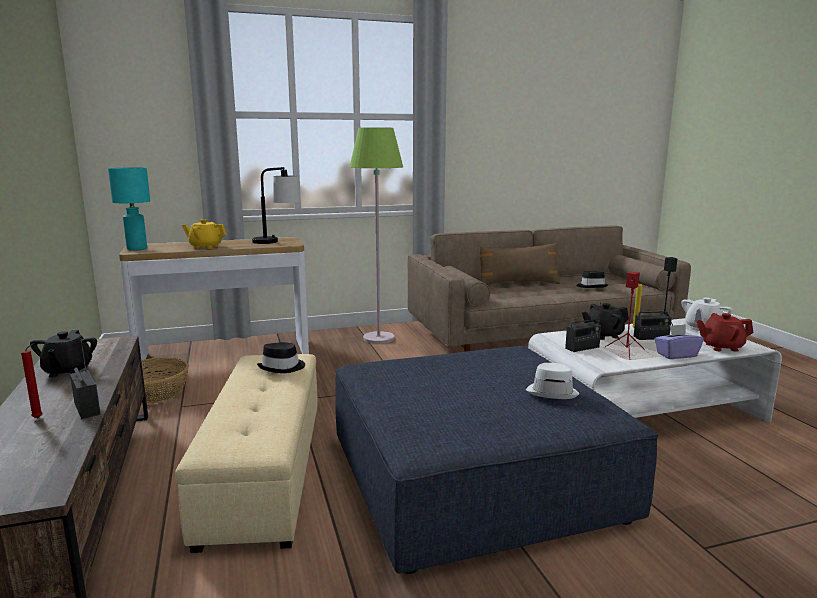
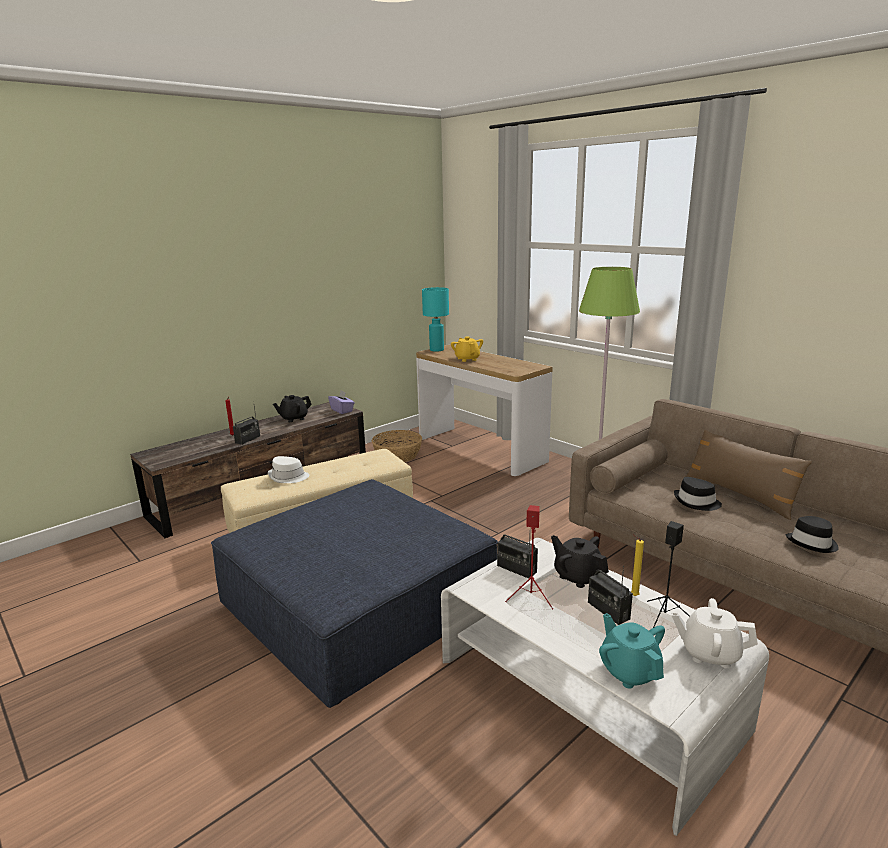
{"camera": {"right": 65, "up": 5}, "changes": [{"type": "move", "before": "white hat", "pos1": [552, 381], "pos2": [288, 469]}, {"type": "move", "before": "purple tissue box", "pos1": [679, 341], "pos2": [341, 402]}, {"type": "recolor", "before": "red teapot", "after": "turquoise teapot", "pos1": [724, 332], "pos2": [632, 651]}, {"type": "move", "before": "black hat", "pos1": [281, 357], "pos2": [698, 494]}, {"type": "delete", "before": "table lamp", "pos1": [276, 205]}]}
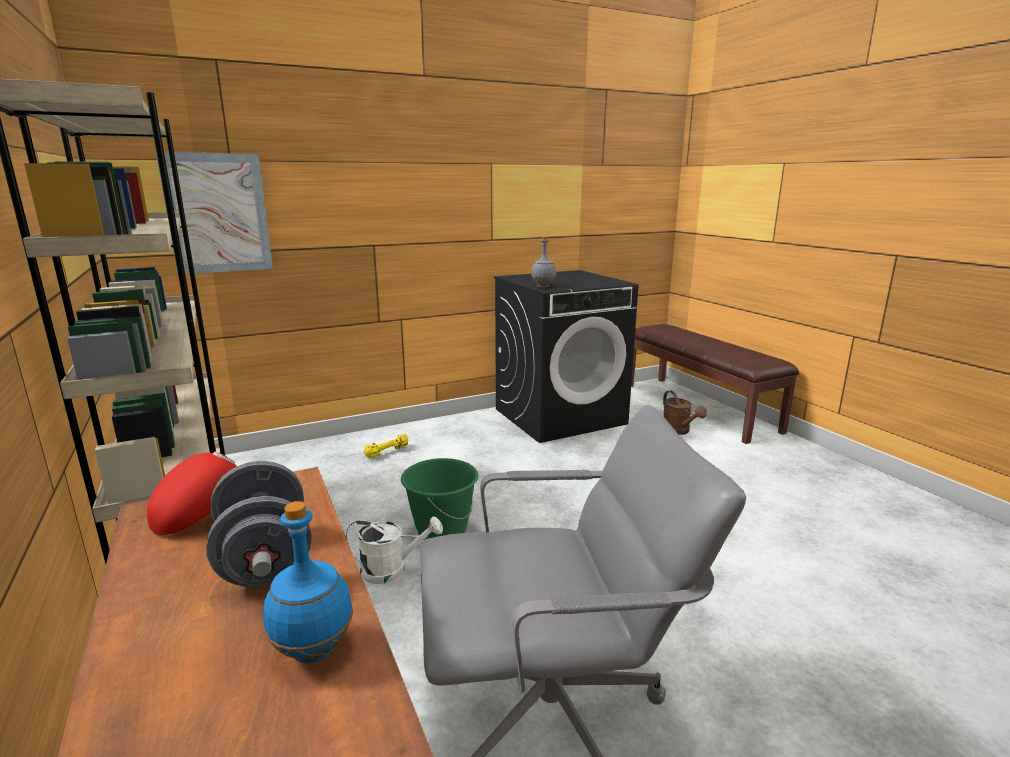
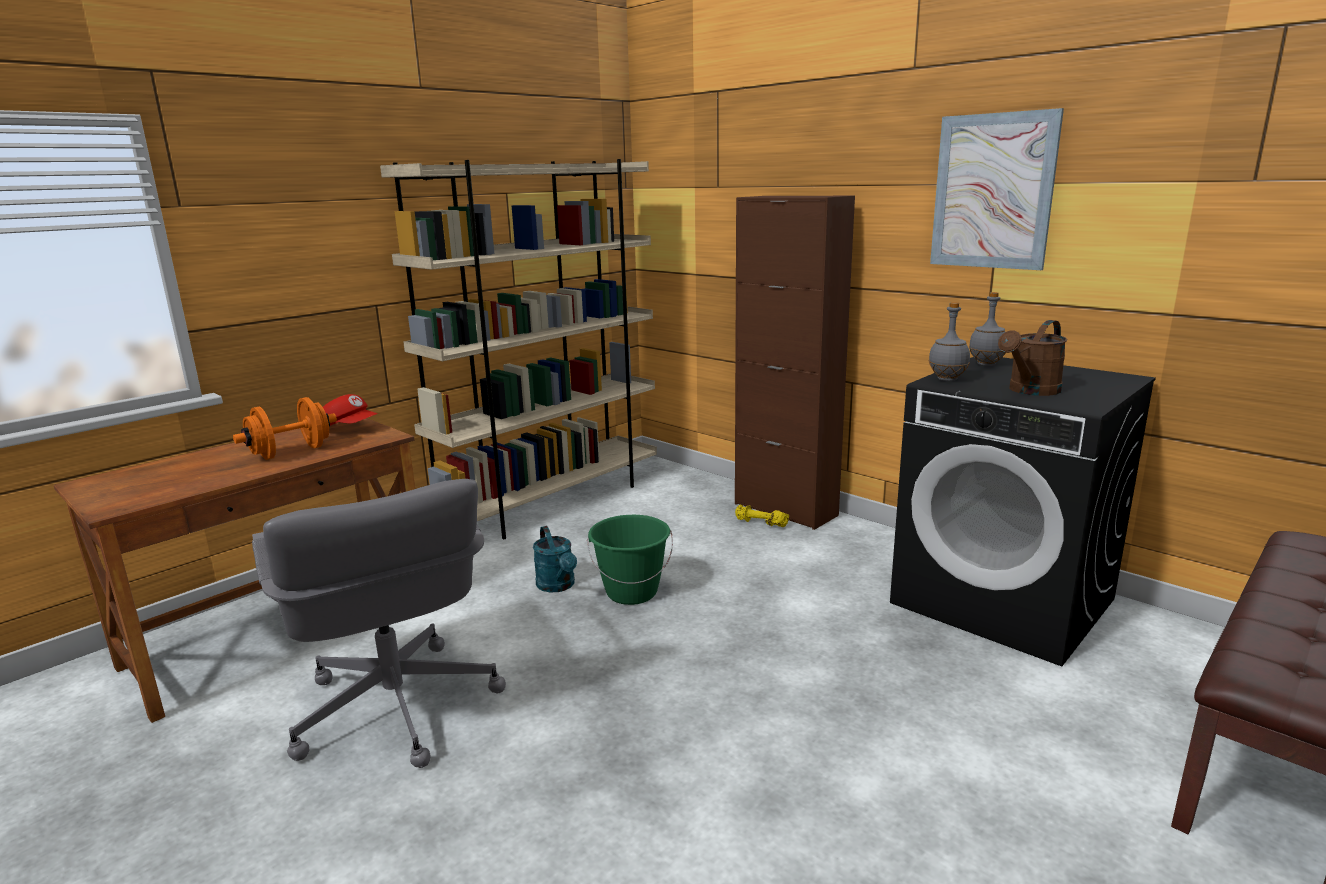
{"camera": {"right": 70, "up": 0}, "changes": [{"type": "recolor", "before": "grey dumbbell", "after": "orange dumbbell", "pos1": [259, 524], "pos2": [285, 428]}, {"type": "recolor", "before": "white watering can", "after": "turquoise watering can", "pos1": [394, 550], "pos2": [555, 559]}, {"type": "insert", "after": "brown cabinet", "pos2": [795, 362]}, {"type": "move", "before": "picture", "pos1": [214, 213], "pos2": [997, 189]}, {"type": "insert", "after": "grey bottle", "pos2": [987, 329]}, {"type": "move", "before": "brown watering can", "pos1": [685, 413], "pos2": [1032, 358]}, {"type": "delete", "before": "blue bottle", "pos1": [308, 582]}]}
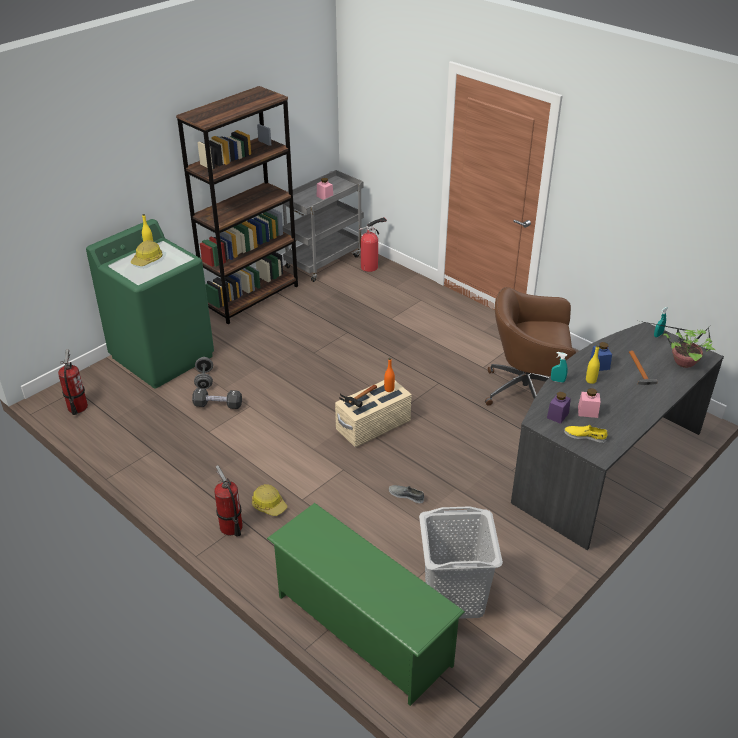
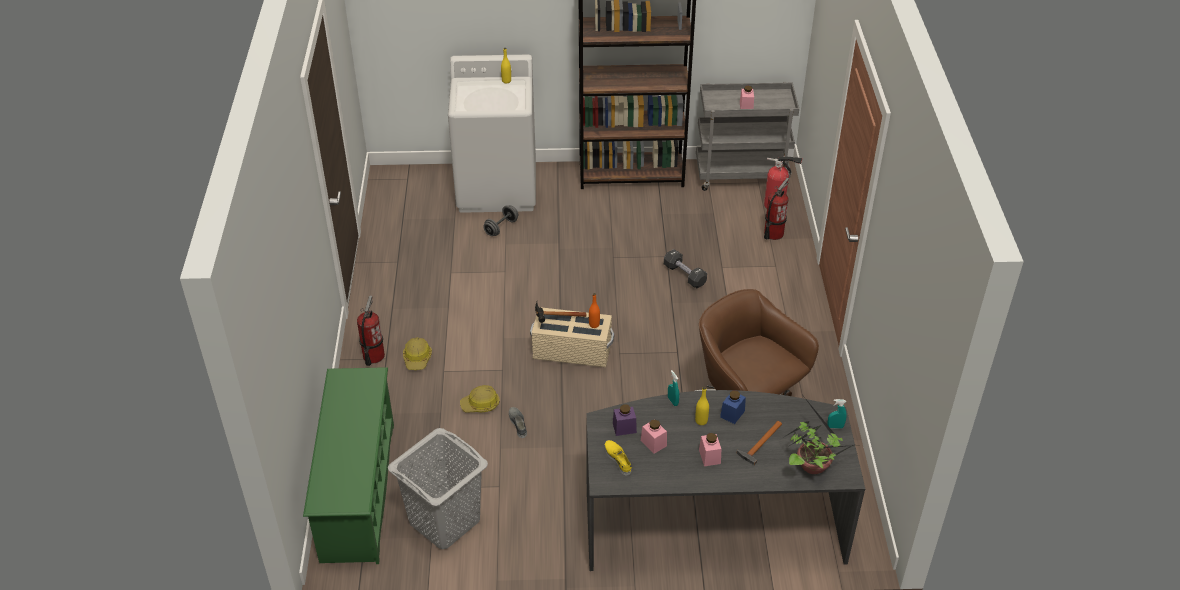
{"camera": {"right": 45, "up": 5}, "changes": [{"type": "recolor", "before": "green washing machine", "after": "white washing machine", "pos1": [150, 303], "pos2": [492, 134]}, {"type": "move", "before": "hard hat", "pos1": [146, 253], "pos2": [480, 399]}, {"type": "move", "before": "black dumbbell", "pos1": [217, 398], "pos2": [685, 268]}, {"type": "insert", "after": "pink jar", "pos2": [710, 449]}, {"type": "move", "before": "fire extinguisher", "pos1": [73, 382], "pos2": [776, 209]}]}
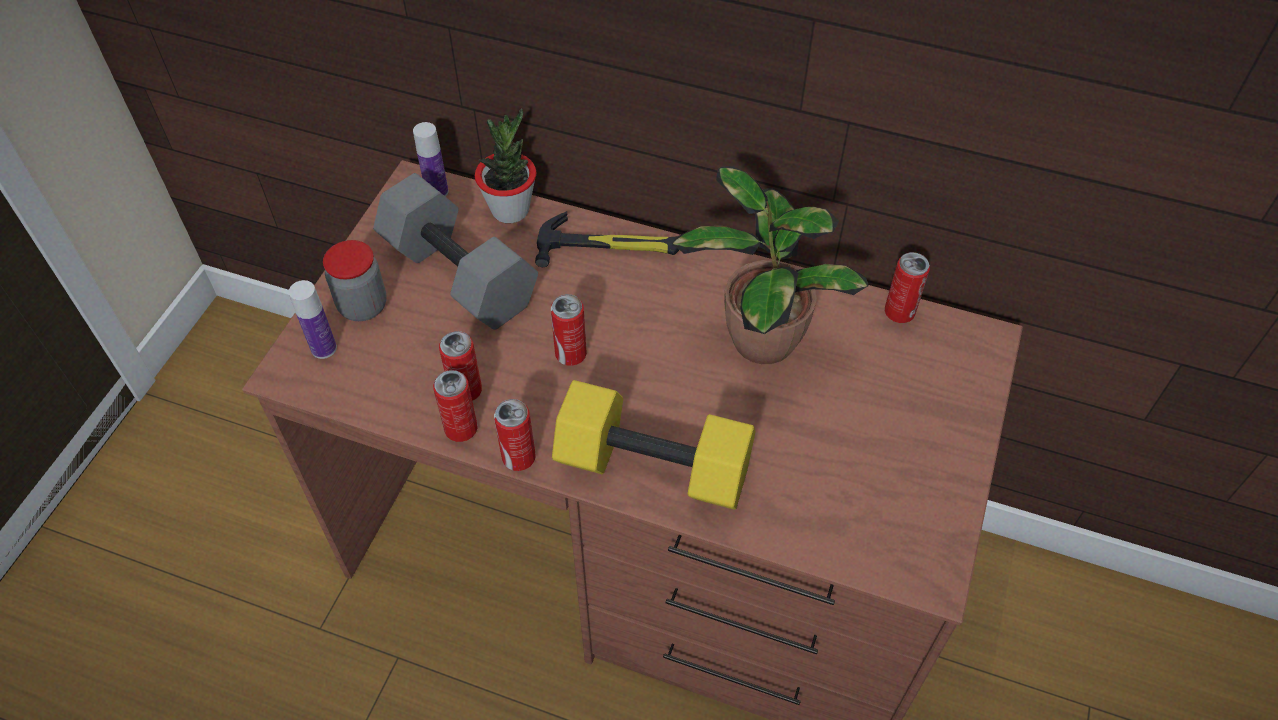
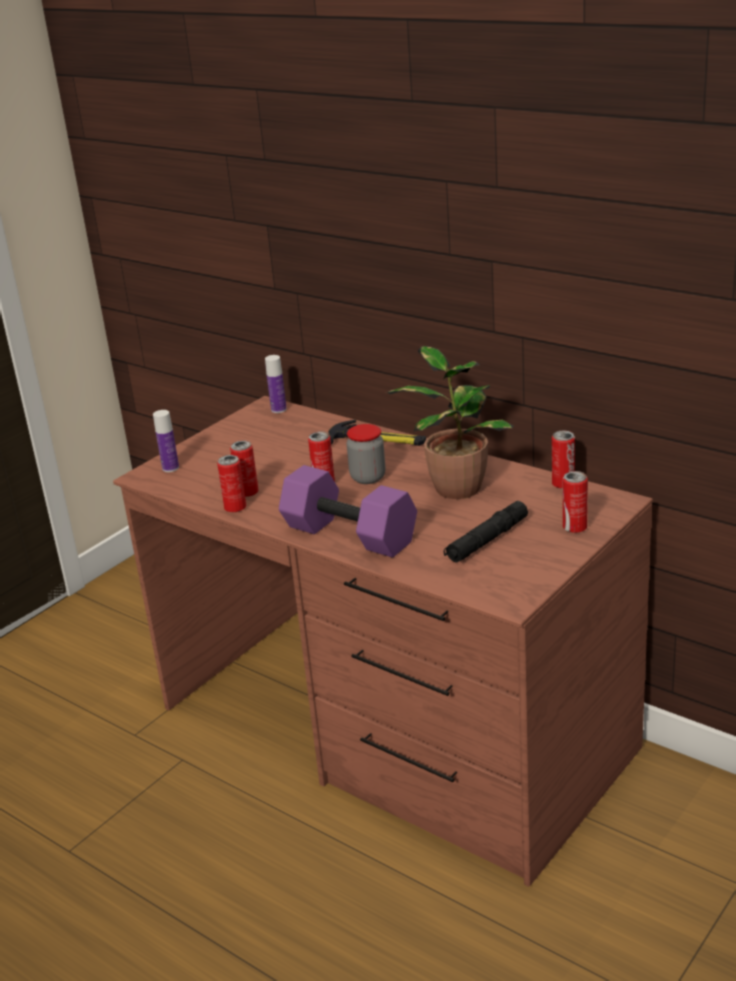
{"camera": {"right": 20, "up": -25}, "changes": [{"type": "recolor", "before": "yellow dumbbell", "after": "purple dumbbell", "pos1": [653, 445], "pos2": [348, 511]}, {"type": "move", "before": "jar", "pos1": [355, 280], "pos2": [366, 454]}, {"type": "insert", "after": "black flashlight", "pos2": [486, 532]}, {"type": "move", "before": "can", "pos1": [515, 435], "pos2": [575, 502]}, {"type": "delete", "before": "grey dumbbell", "pos1": [455, 251]}, {"type": "delete", "before": "potted plant", "pos1": [505, 165]}]}
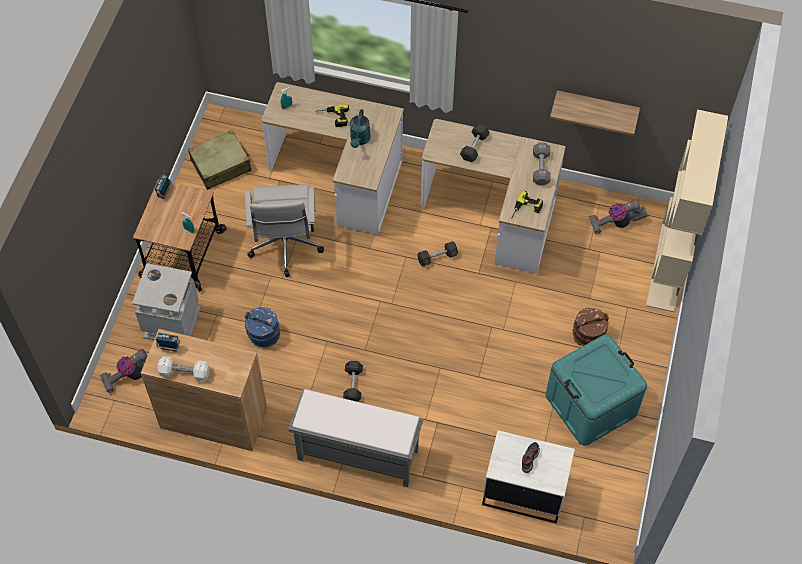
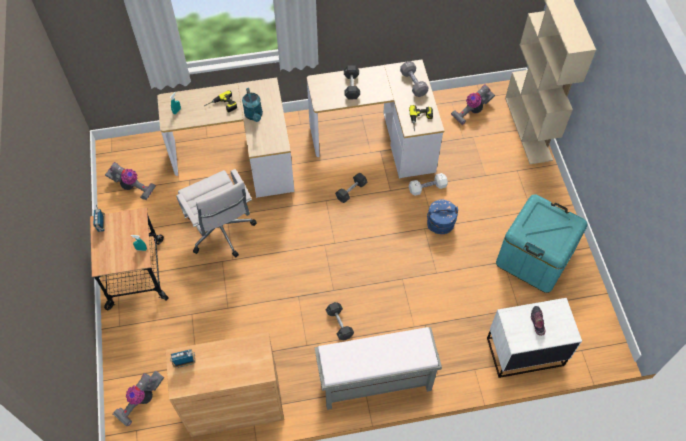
{"camera": {"right": -25, "up": 0}, "changes": [{"type": "replace", "before": "beige suitcase", "after": "vacuum cleaner", "pos1": [219, 160], "pos2": [130, 181]}, {"type": "move", "before": "white dumbbell", "pos1": [183, 369], "pos2": [428, 184]}, {"type": "move", "before": "blue bucket", "pos1": [262, 327], "pos2": [442, 216]}, {"type": "delete", "before": "grey trash can", "pos1": [166, 301]}, {"type": "delete", "before": "shelf", "pos1": [595, 113]}, {"type": "delete", "before": "brown bucket", "pos1": [591, 327]}]}
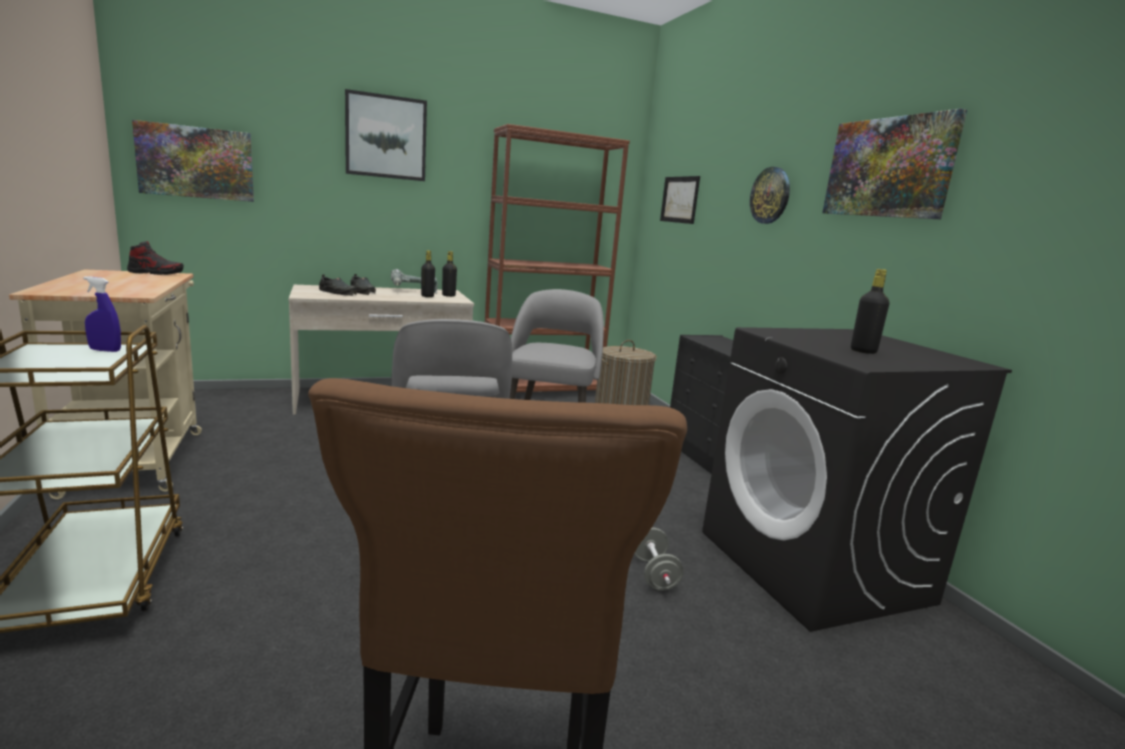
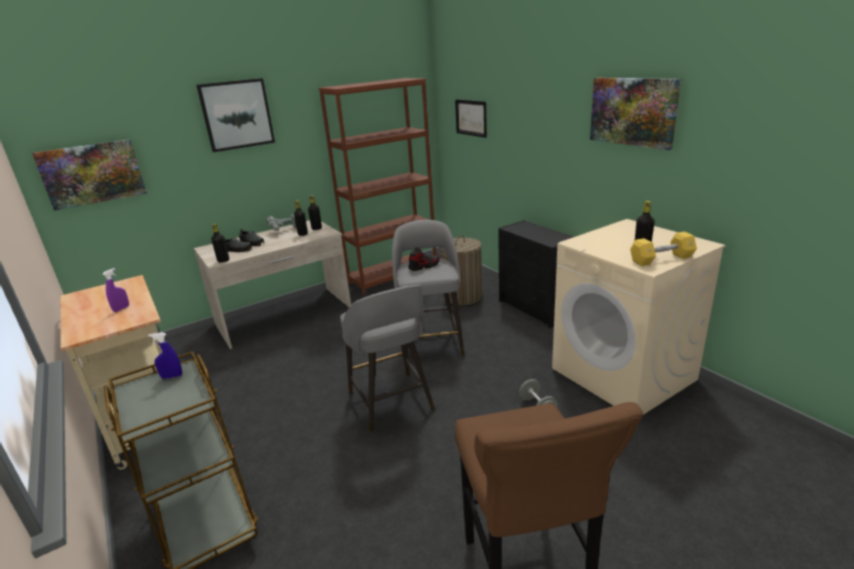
{"camera": {"right": -10, "up": 10}, "changes": [{"type": "insert", "after": "purple spray bottle", "pos2": [115, 290]}, {"type": "insert", "after": "black bottle", "pos2": [220, 242]}, {"type": "move", "before": "shoe", "pos1": [155, 258], "pos2": [424, 259]}, {"type": "recolor", "before": "black washing machine", "after": "beige washing machine", "pos1": [857, 479], "pos2": [639, 317]}, {"type": "insert", "after": "yellow dumbbell", "pos2": [663, 249]}, {"type": "delete", "before": "wall clock", "pos1": [770, 195]}]}
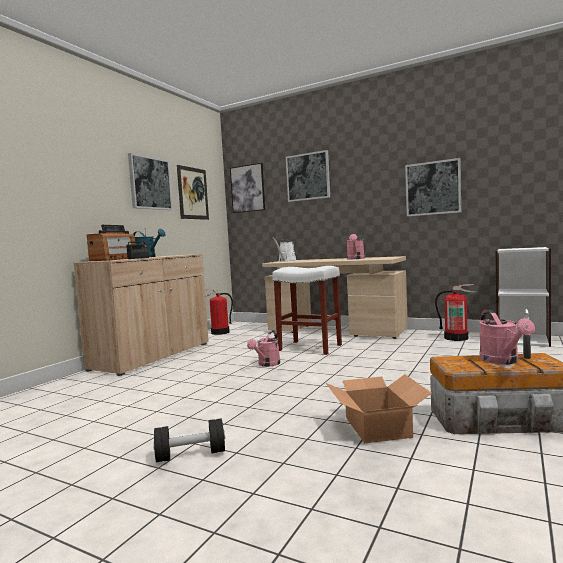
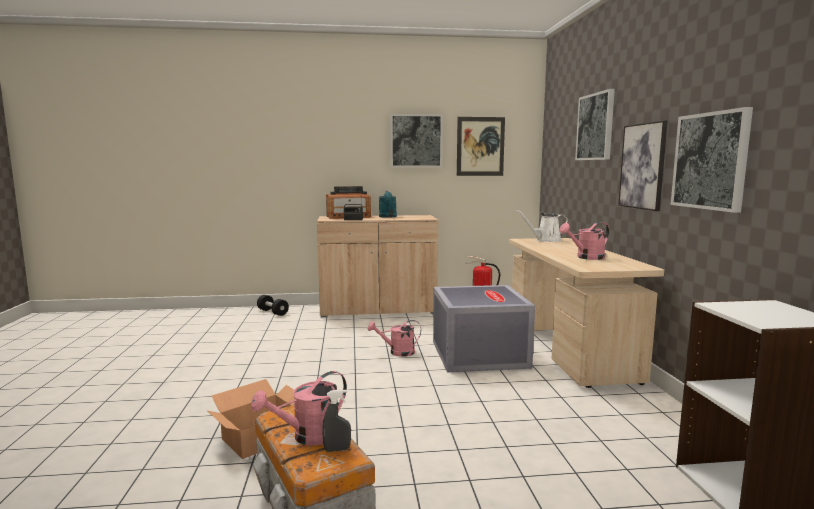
{"camera": {"right": 55, "up": 5}, "changes": [{"type": "move", "before": "black dumbbell", "pos1": [189, 440], "pos2": [273, 305]}, {"type": "replace", "before": "white stool", "after": "grey storage box", "pos1": [307, 310], "pos2": [484, 328]}, {"type": "move", "before": "picture", "pos1": [247, 188], "pos2": [643, 165]}, {"type": "delete", "before": "fire extinguisher", "pos1": [455, 312]}]}
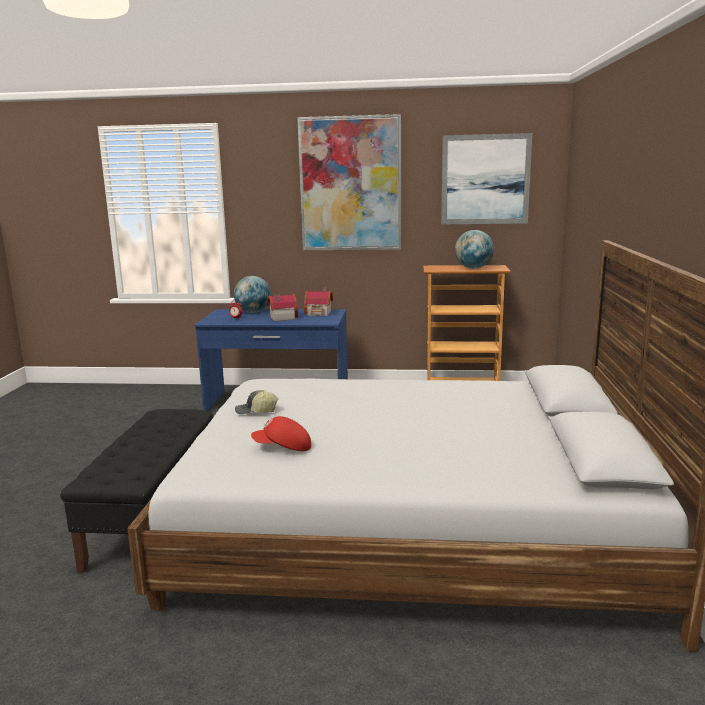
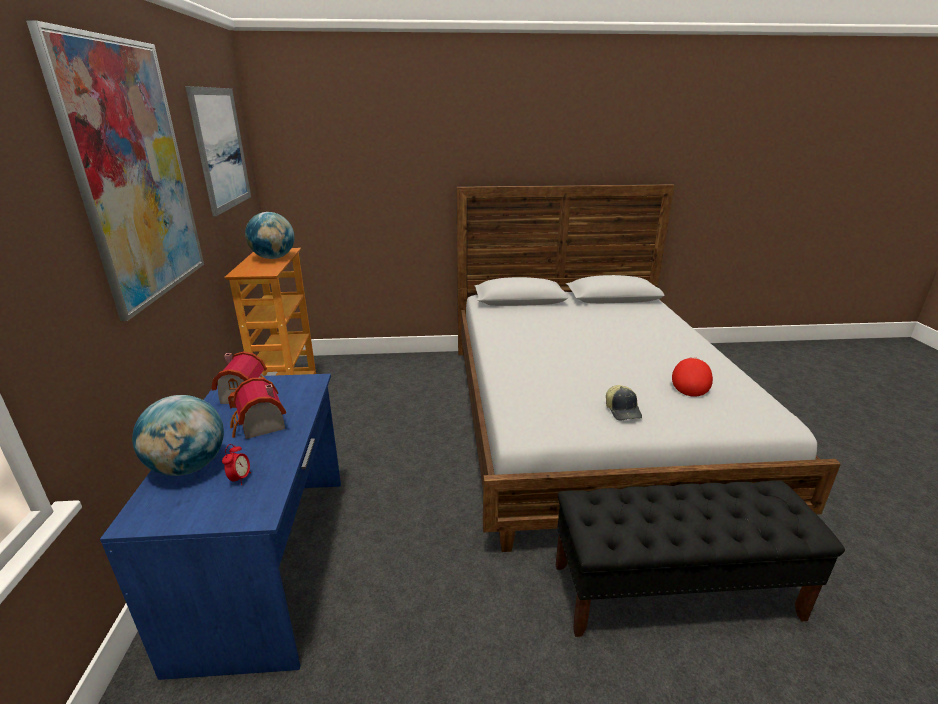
{"camera": {"right": -100, "up": 10}, "changes": [{"type": "rotate", "before": "red cap", "pos1": [281, 433], "pos2": [692, 377], "turn": -150}]}
